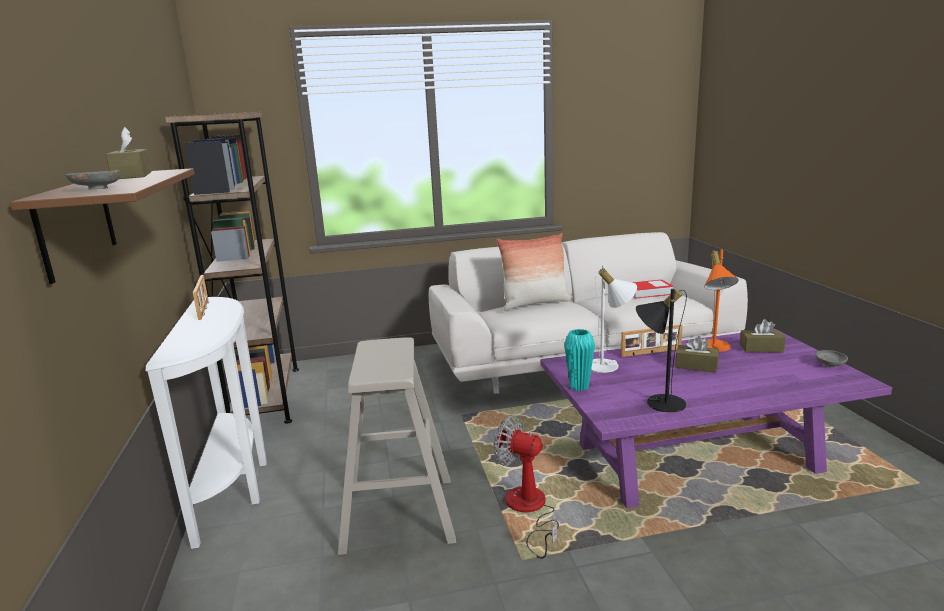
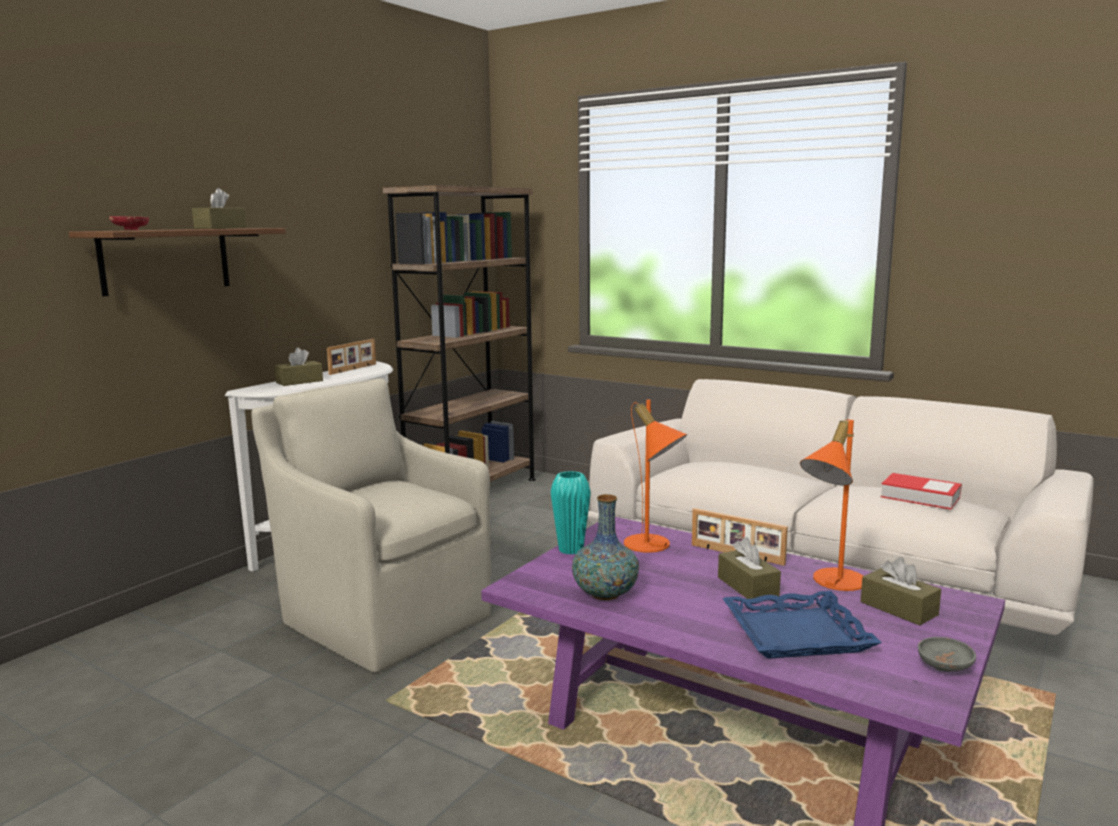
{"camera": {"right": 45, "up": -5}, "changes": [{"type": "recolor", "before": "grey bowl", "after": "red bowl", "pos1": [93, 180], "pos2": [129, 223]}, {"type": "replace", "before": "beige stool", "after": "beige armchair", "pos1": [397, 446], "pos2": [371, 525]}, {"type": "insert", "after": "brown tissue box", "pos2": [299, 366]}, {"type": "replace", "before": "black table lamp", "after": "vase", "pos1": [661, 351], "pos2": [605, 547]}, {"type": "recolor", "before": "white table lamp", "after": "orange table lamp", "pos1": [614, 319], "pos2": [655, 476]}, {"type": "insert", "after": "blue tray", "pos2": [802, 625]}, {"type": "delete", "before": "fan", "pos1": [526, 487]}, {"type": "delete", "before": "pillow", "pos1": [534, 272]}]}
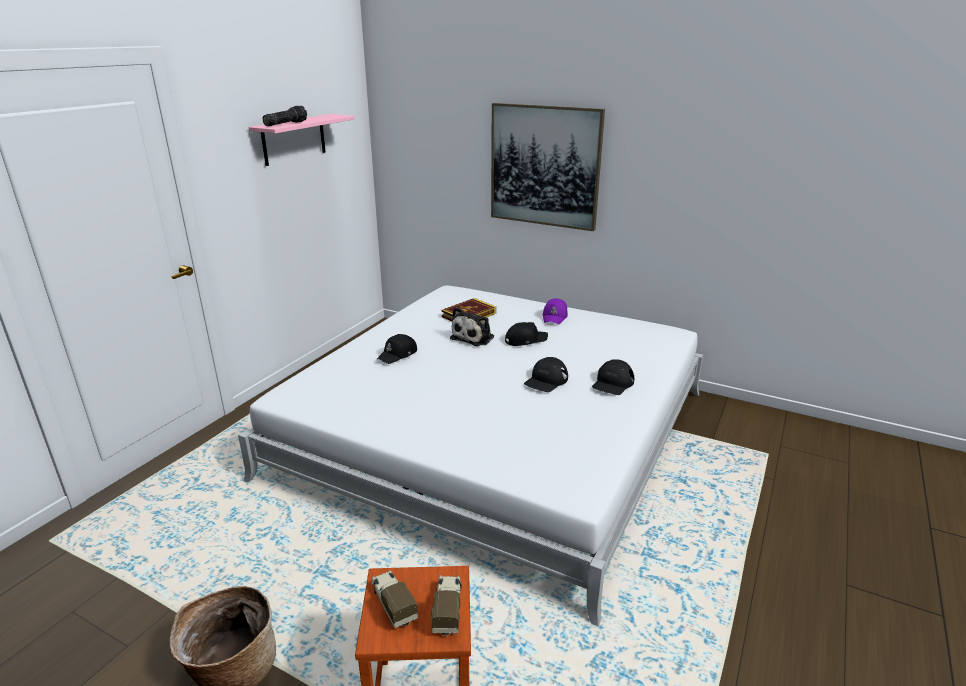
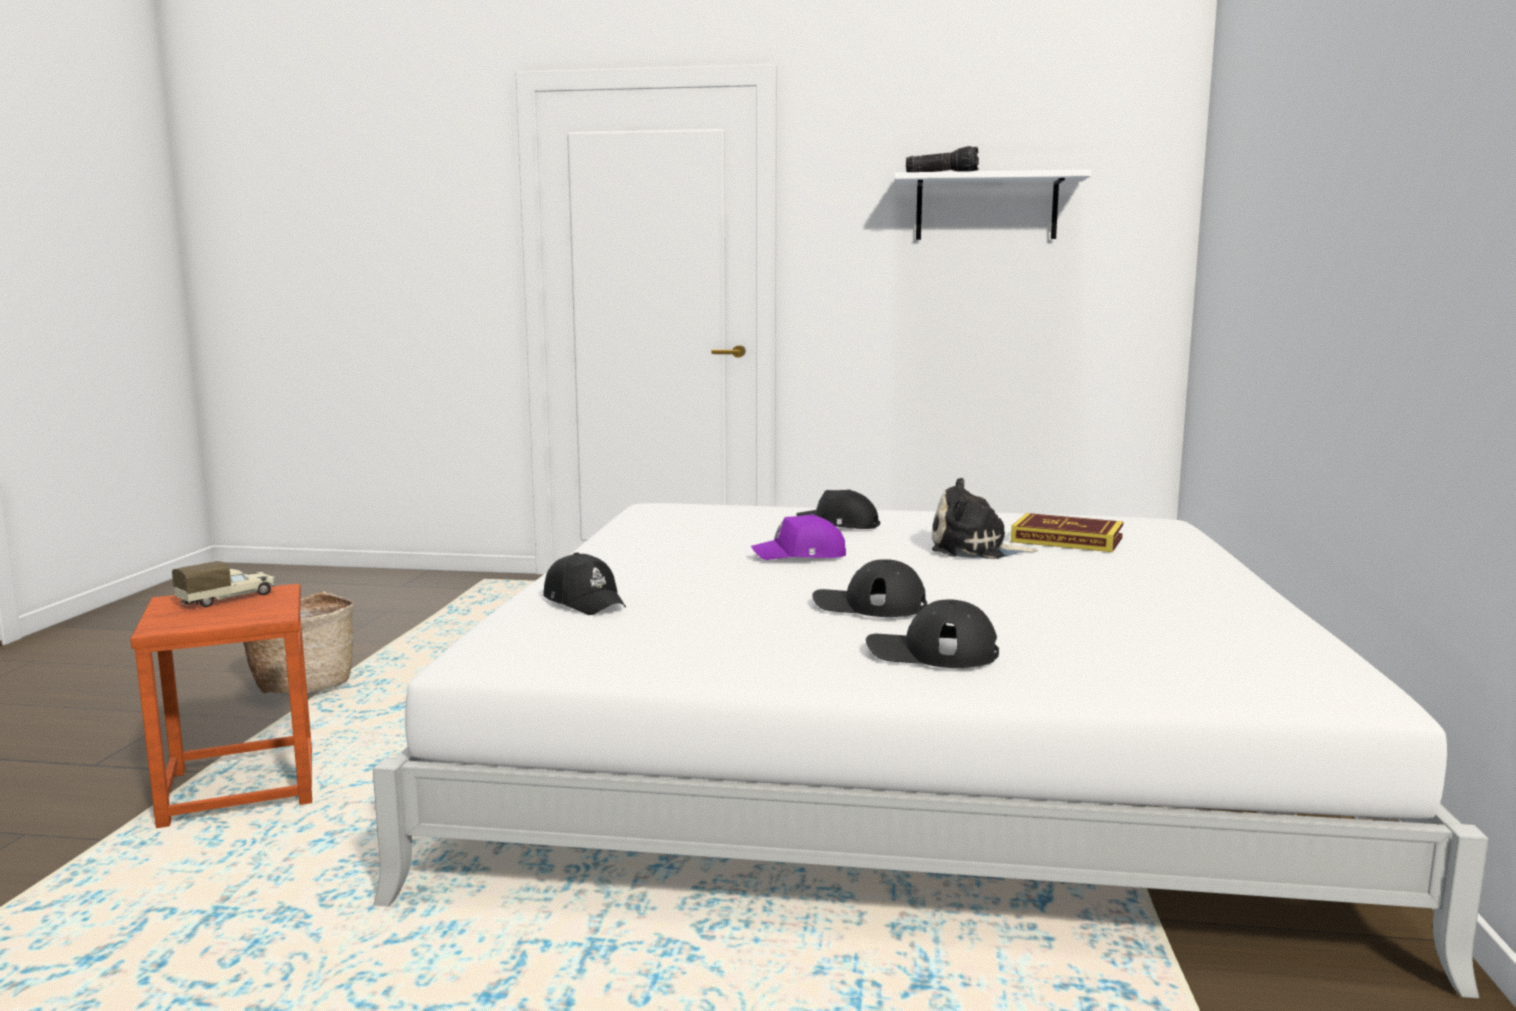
{"camera": {"right": 70, "up": -15}, "changes": [{"type": "move", "before": "black cap", "pos1": [526, 334], "pos2": [584, 583]}, {"type": "move", "before": "purple cap", "pos1": [555, 311], "pos2": [798, 537]}, {"type": "recolor", "before": "pink shelf", "after": "white shelf", "pos1": [301, 140], "pos2": [993, 205]}, {"type": "delete", "before": "toy truck", "pos1": [446, 605]}, {"type": "delete", "before": "picture", "pos1": [548, 167]}]}
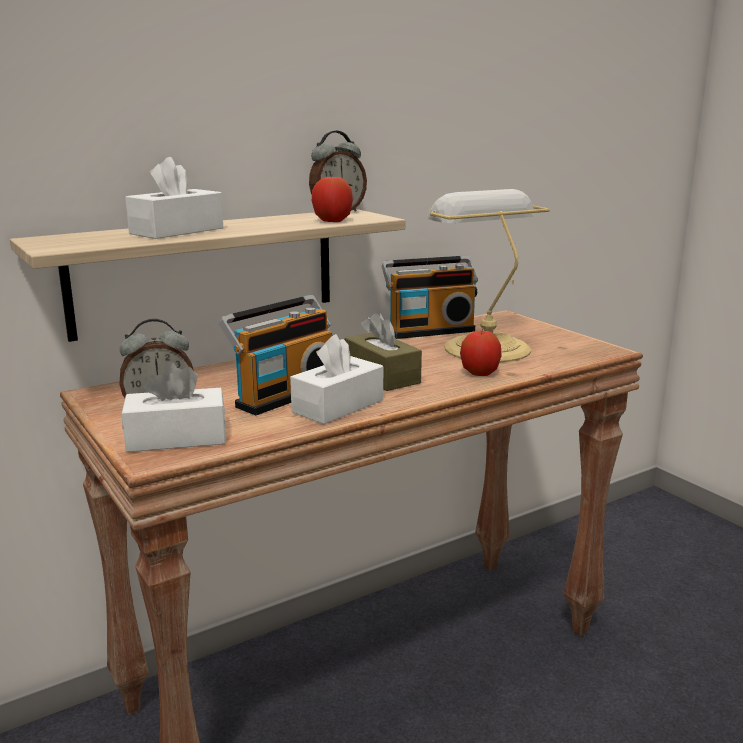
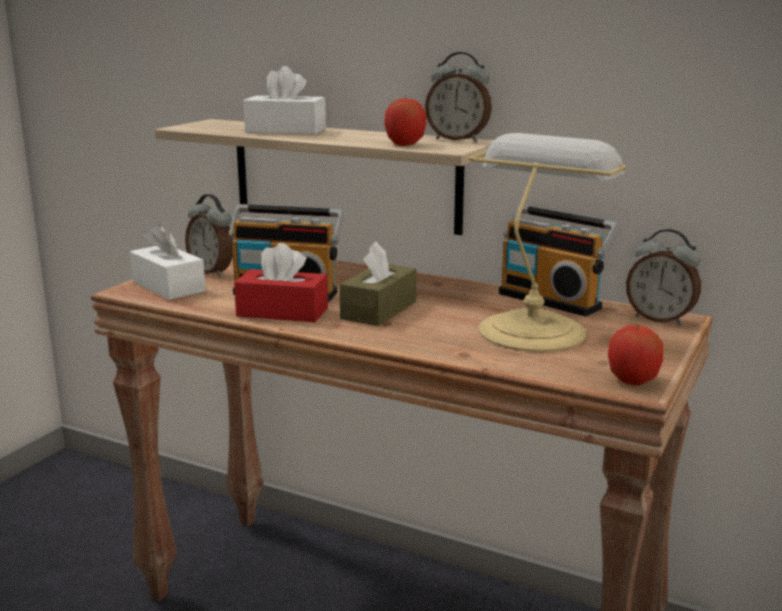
{"camera": {"right": 60, "up": 0}, "changes": [{"type": "recolor", "before": "white tissue box", "after": "red tissue box", "pos1": [336, 379], "pos2": [281, 282]}, {"type": "move", "before": "apple", "pos1": [481, 352], "pos2": [635, 355]}, {"type": "insert", "after": "alarm clock", "pos2": [663, 277]}]}
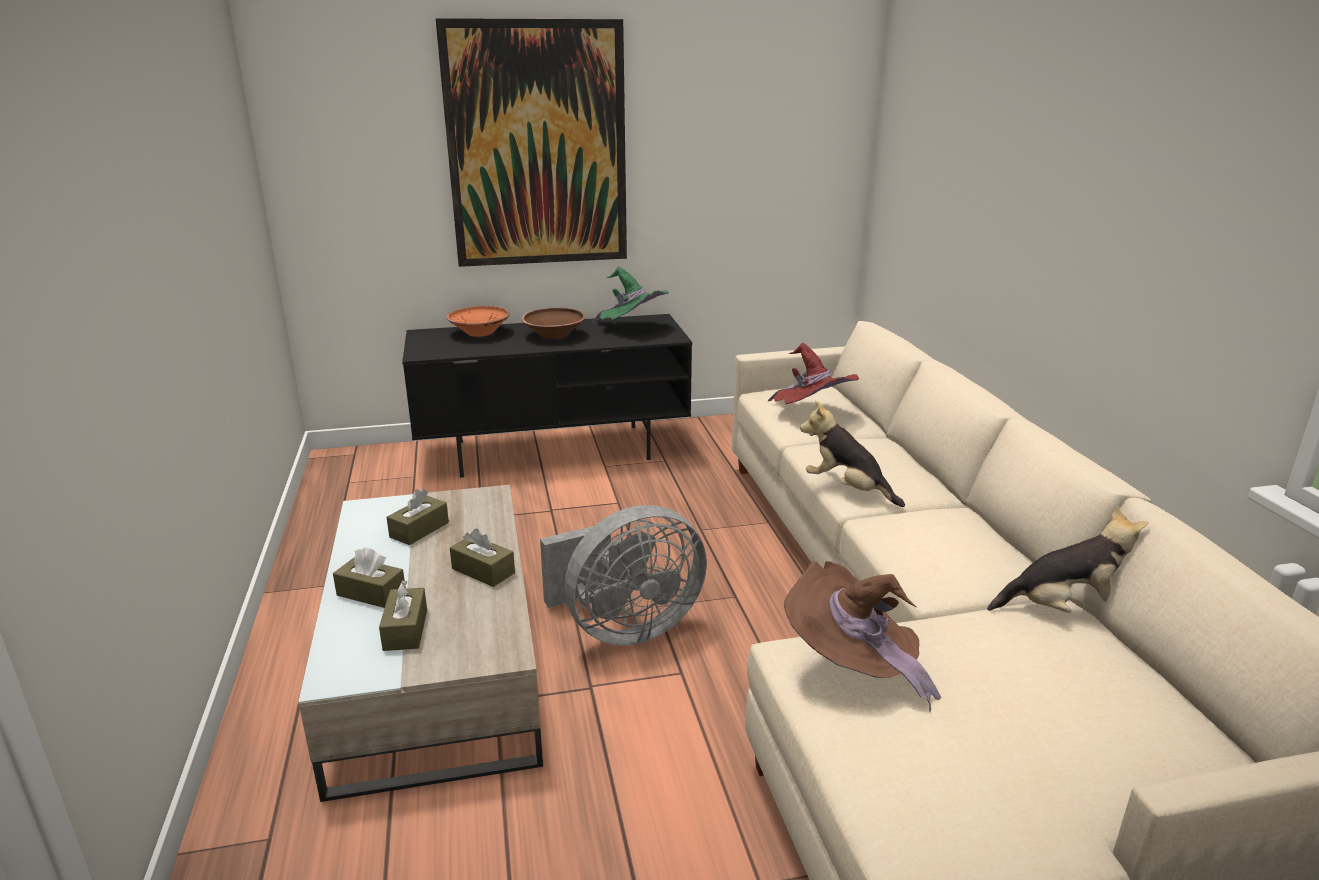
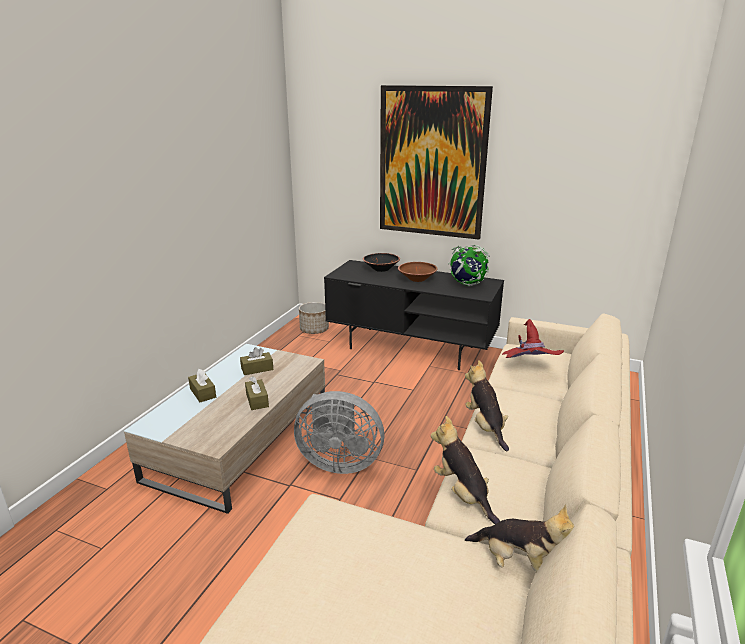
{"camera": {"right": 35, "up": 0}, "changes": [{"type": "insert", "after": "planter", "pos2": [314, 318]}, {"type": "recolor", "before": "orange bowl", "after": "black bowl", "pos1": [478, 321], "pos2": [381, 262]}, {"type": "insert", "after": "plush toy", "pos2": [465, 470]}, {"type": "replace", "before": "green hat", "after": "globe", "pos1": [630, 294], "pos2": [469, 265]}, {"type": "delete", "before": "brown tissue box", "pos1": [403, 615]}, {"type": "delete", "before": "brown hat", "pos1": [862, 636]}]}
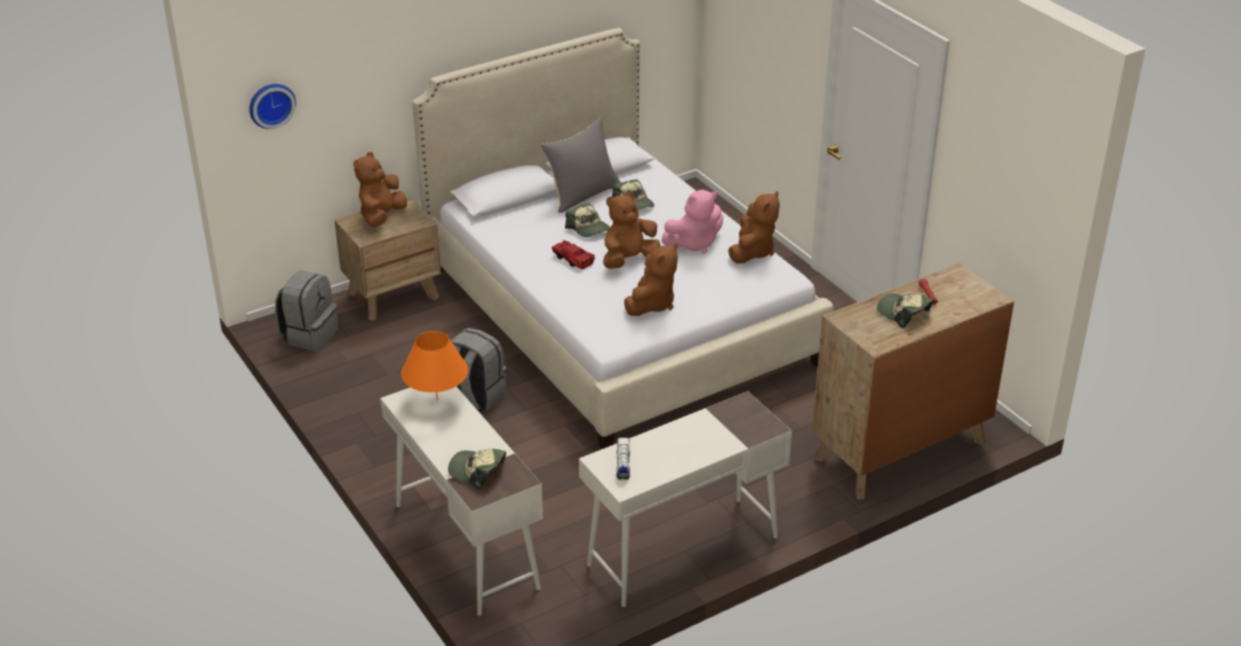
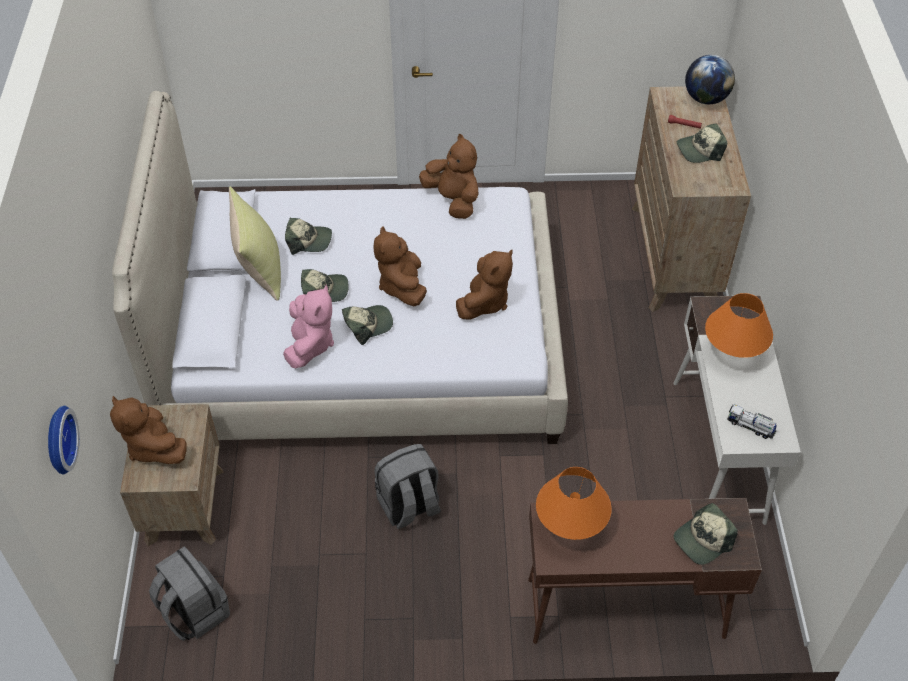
{"camera": {"right": -60, "up": 15}, "changes": [{"type": "recolor", "before": "grey pillow", "after": "yellow pillow", "pos1": [580, 165], "pos2": [255, 243]}, {"type": "move", "before": "pink plush toy", "pos1": [692, 222], "pos2": [308, 326]}, {"type": "replace", "before": "red toy car", "after": "cap", "pos1": [573, 254], "pos2": [367, 325]}, {"type": "rotate", "before": "brown plush toy", "pos1": [651, 279], "pos2": [484, 285], "turn": 60}, {"type": "recolor", "before": "white desk", "after": "brown desk", "pos1": [461, 501], "pos2": [645, 571]}, {"type": "insert", "after": "globe", "pos2": [710, 79]}, {"type": "insert", "after": "orange table lamp", "pos2": [739, 325]}]}
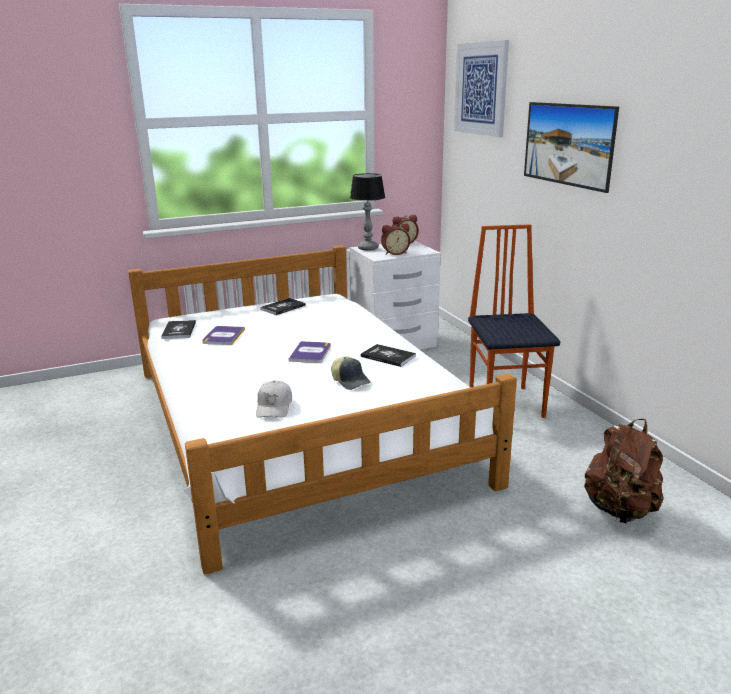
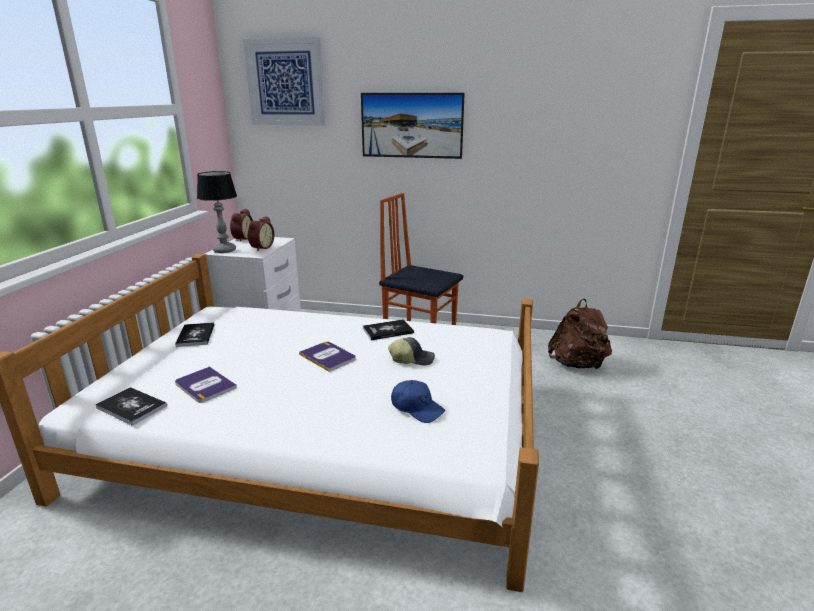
{"camera": {"right": -55, "up": 0}, "changes": [{"type": "recolor", "before": "white cap", "after": "blue cap", "pos1": [274, 399], "pos2": [418, 401]}]}
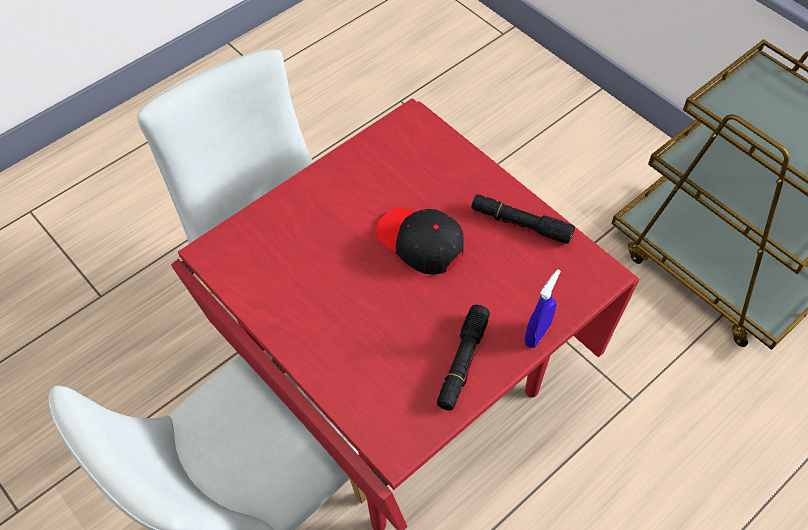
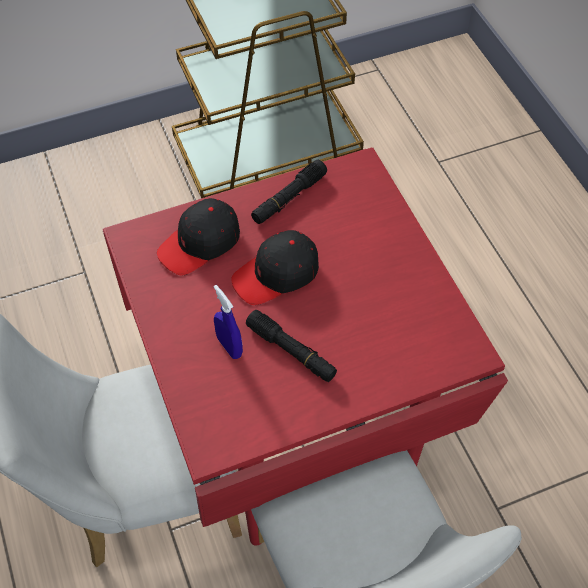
{"camera": {"right": -70, "up": 0}, "changes": [{"type": "insert", "after": "black cap", "pos2": [198, 236]}, {"type": "move", "before": "blue spray bottle", "pos1": [543, 308], "pos2": [228, 322]}, {"type": "move", "before": "black flashlight", "pos1": [463, 358], "pos2": [291, 346]}]}
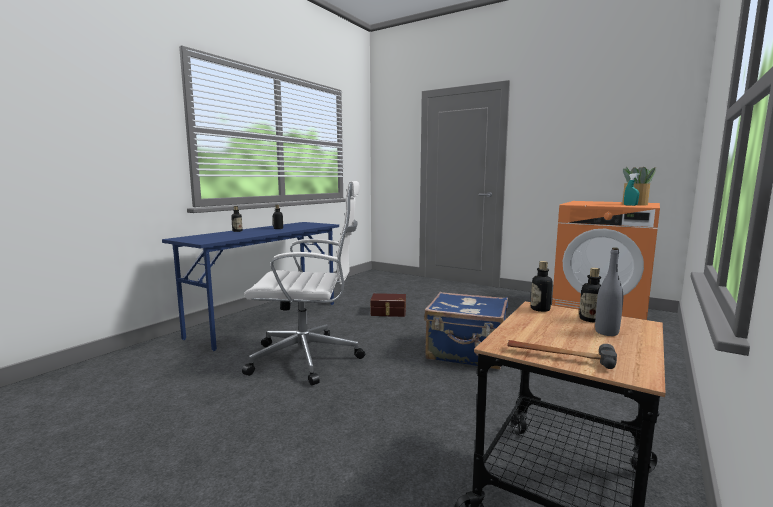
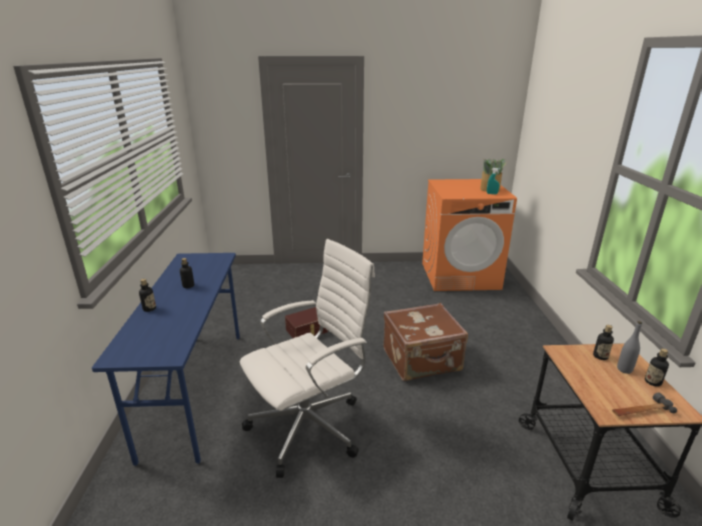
{"camera": {"right": -35, "up": 15}, "changes": [{"type": "recolor", "before": "blue suitcase", "after": "brown suitcase", "pos1": [466, 330], "pos2": [426, 342]}, {"type": "move", "before": "bottle", "pos1": [541, 286], "pos2": [657, 367]}]}
